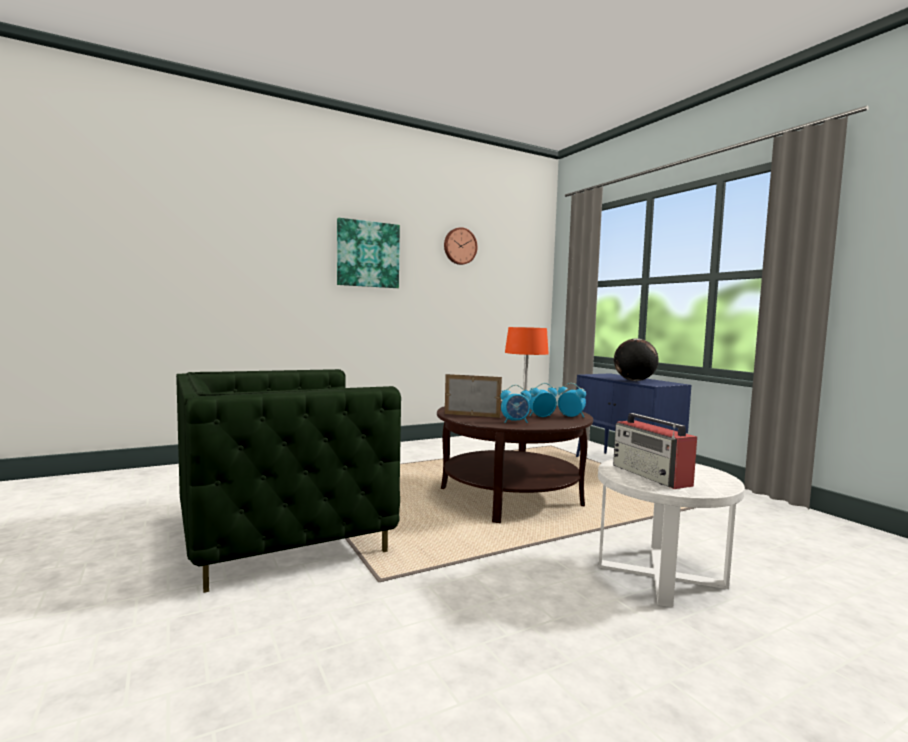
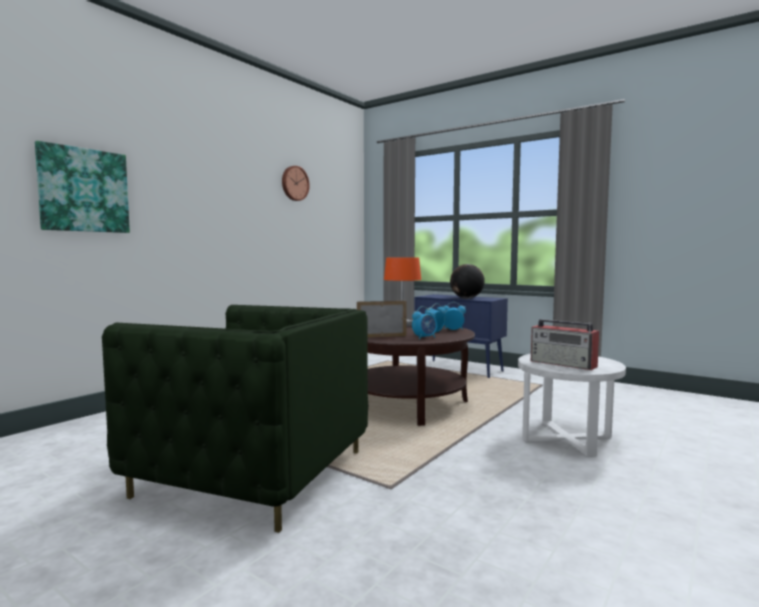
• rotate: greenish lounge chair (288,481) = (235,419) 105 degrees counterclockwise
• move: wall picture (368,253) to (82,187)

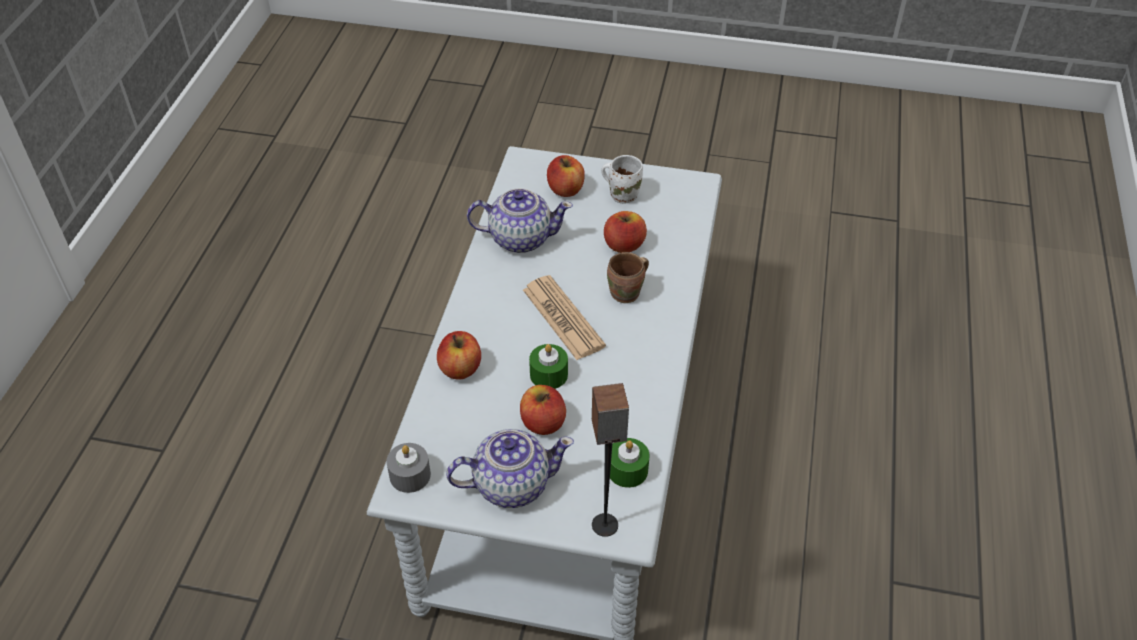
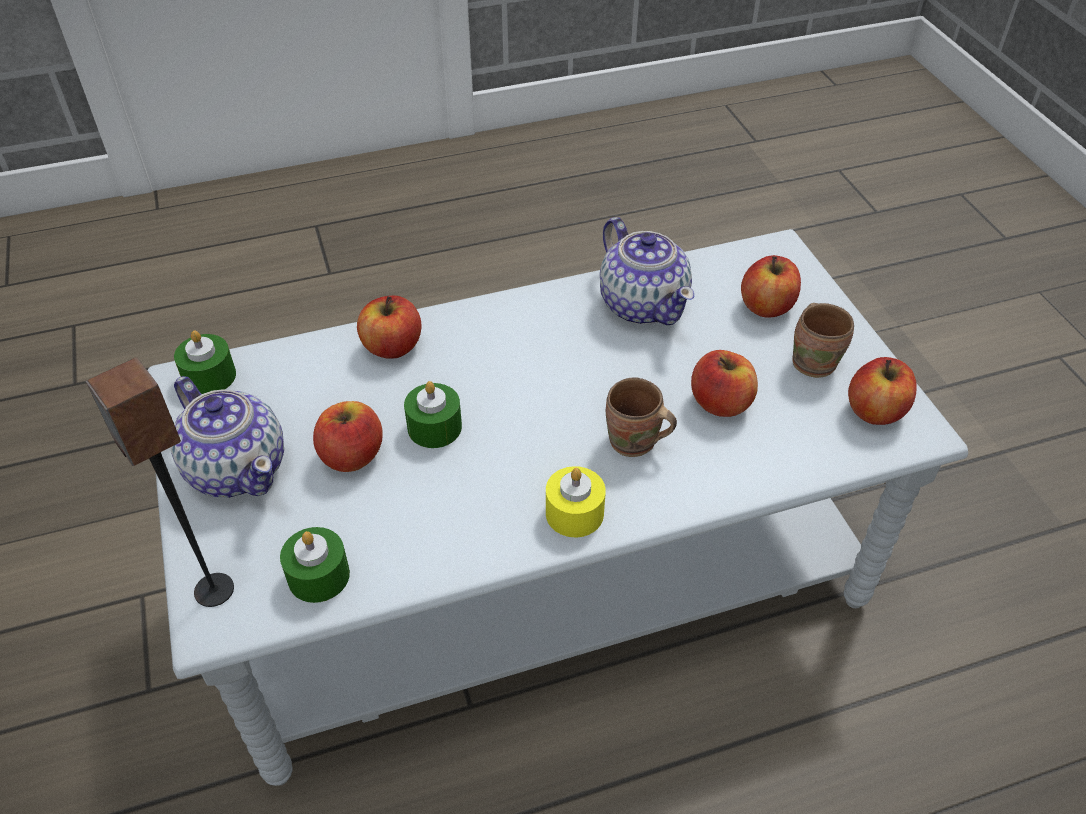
• recolor: greyish wax candle (408,468) to greenish wax candle (205,362)
• delete: printed paper (564,317)
• recolor: whitish tea mug (622,179) to brown-coloured tea mug (823,340)
• insert: yellow wax candle (576,501)
• insert: whole apple (882,391)

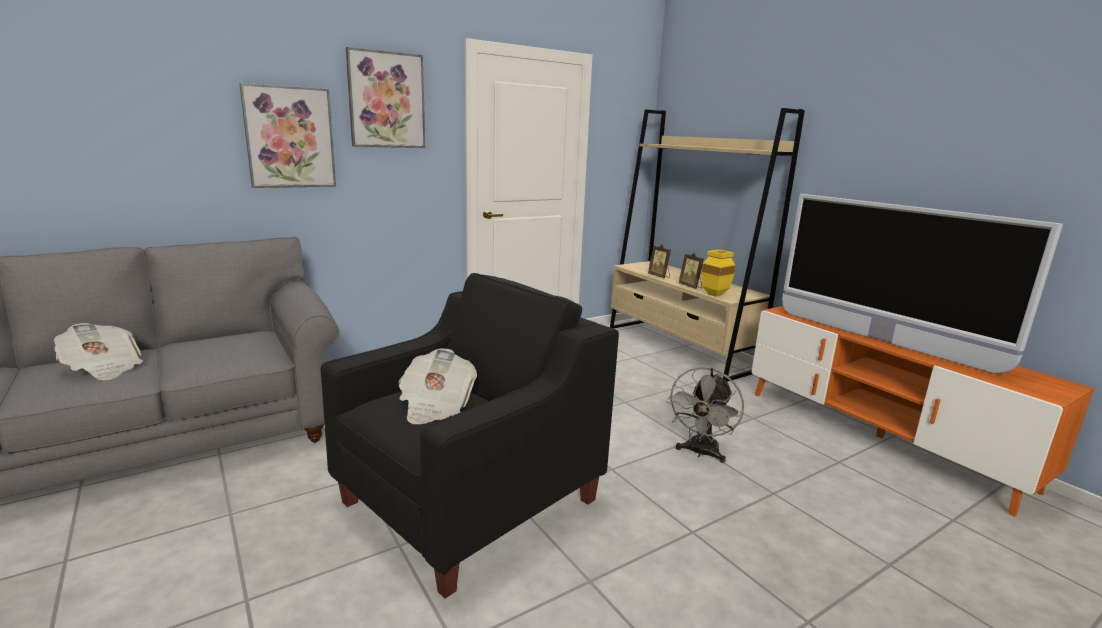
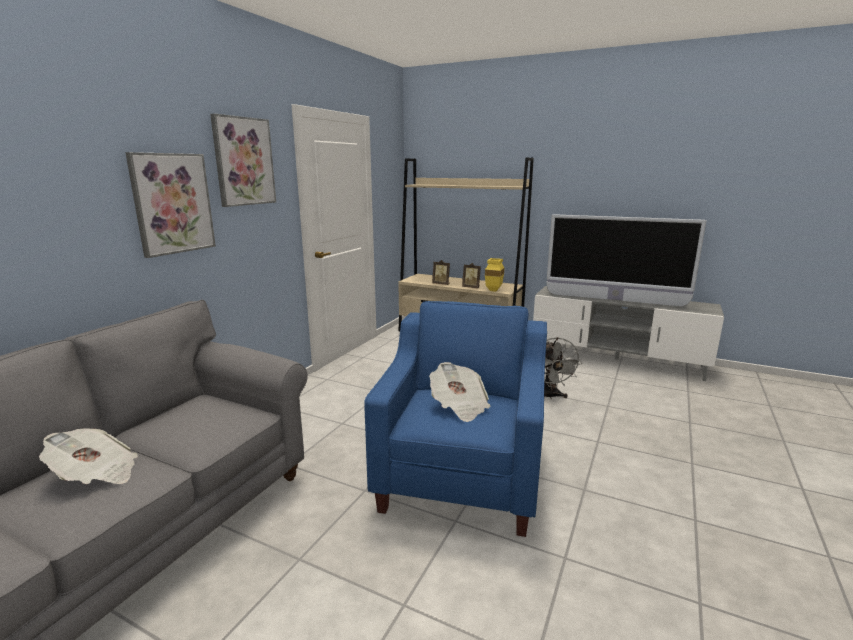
• recolor: blackish lounge chair (470,435) to blue-coloured lounge chair (455,419)
• recolor: orangey tv unit (923,411) to greyish tv unit (628,333)

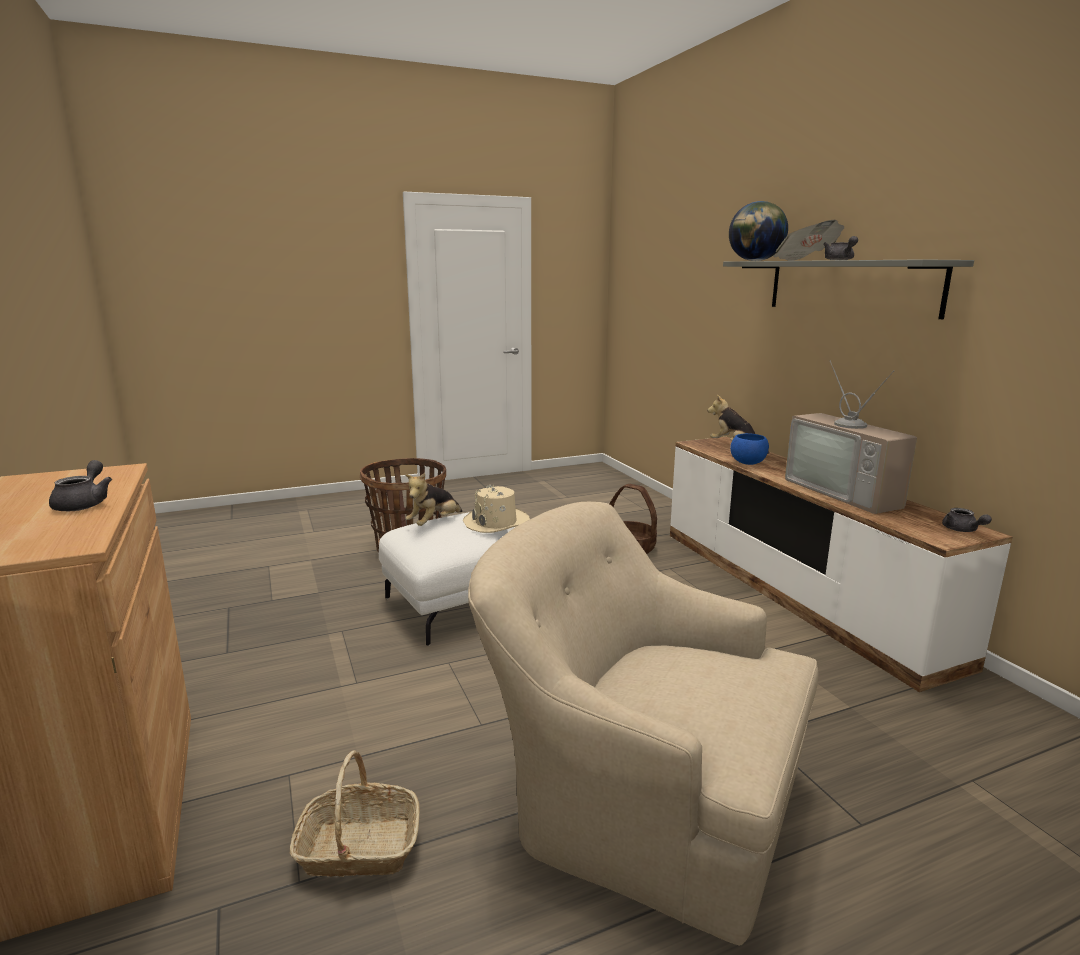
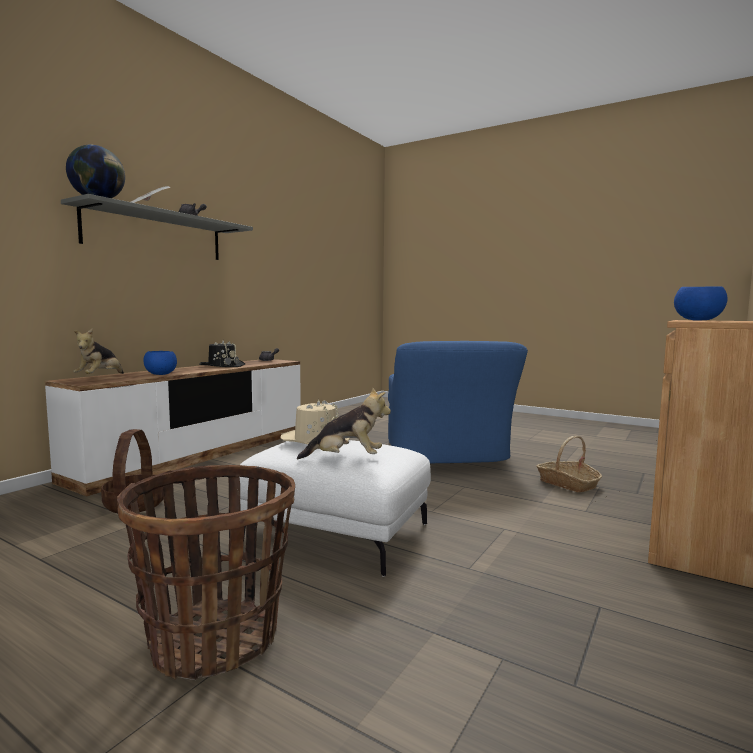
• replace: greyish teapot (80,485) to blue-coloured serving bowl (700,303)
• recolor: beige lounge chair (643,724) to blue-coloured lounge chair (458,402)
• replace: TV (851,437) to blackish hat (222,353)

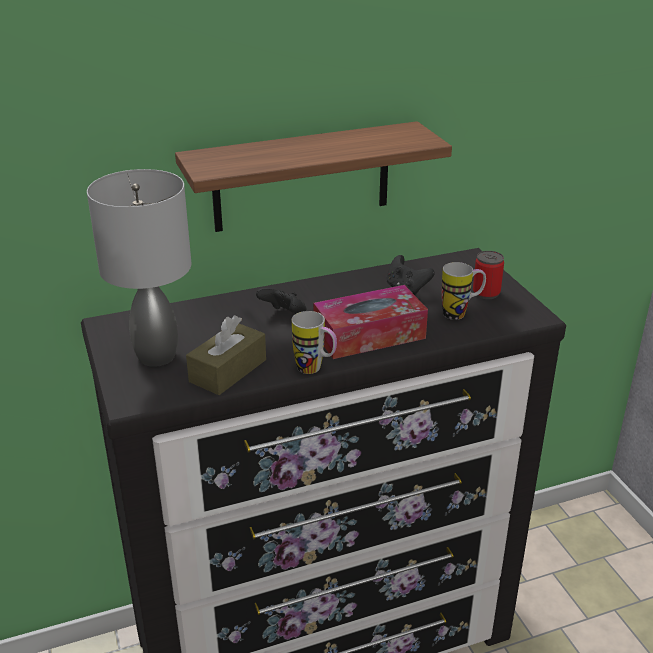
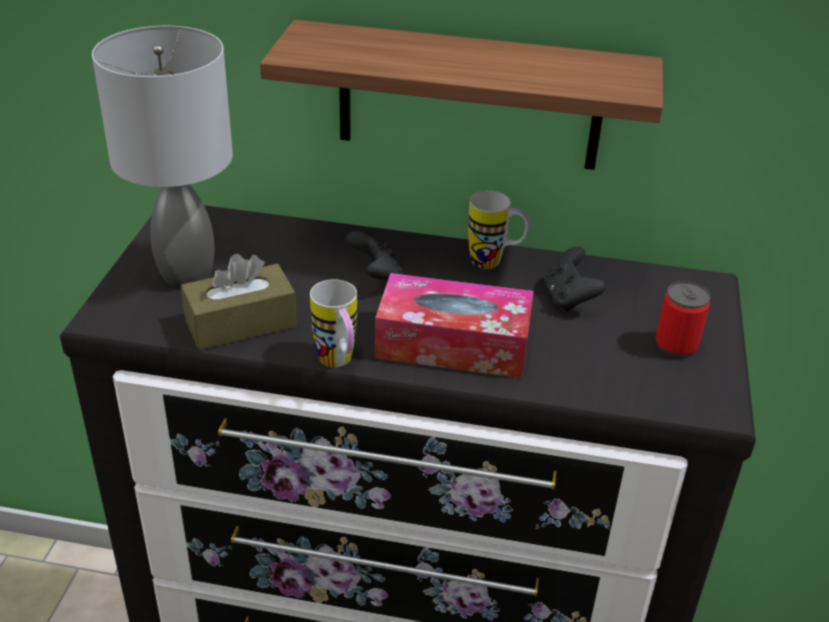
• move: tea mug (464,291) to (498,230)

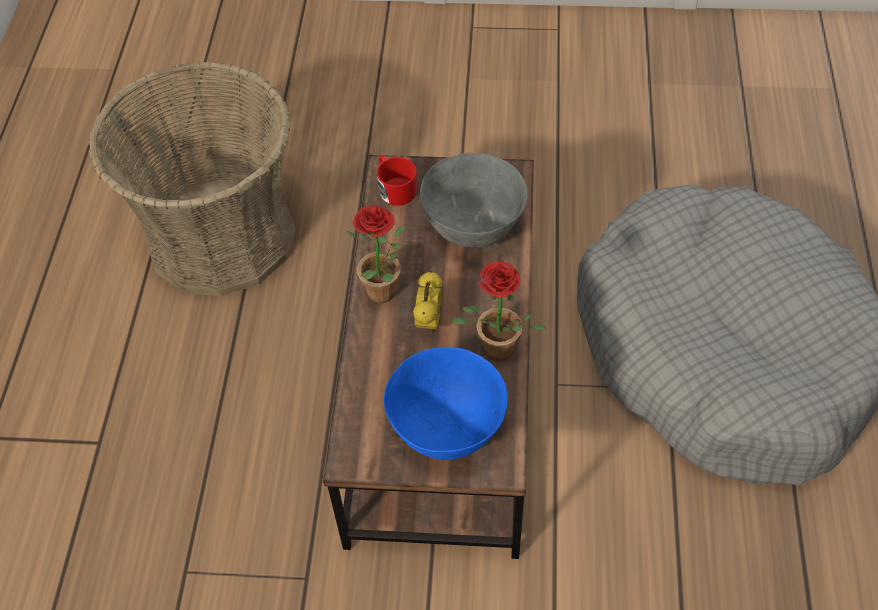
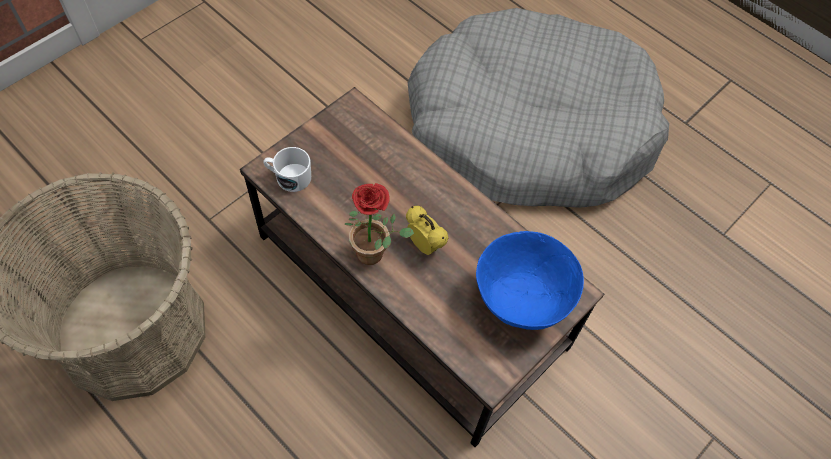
• recolor: reddish tea mug (397,180) to whitish tea mug (287,169)
• delete: greyish serving bowl (474,200)
• delete: houseplant (499,311)

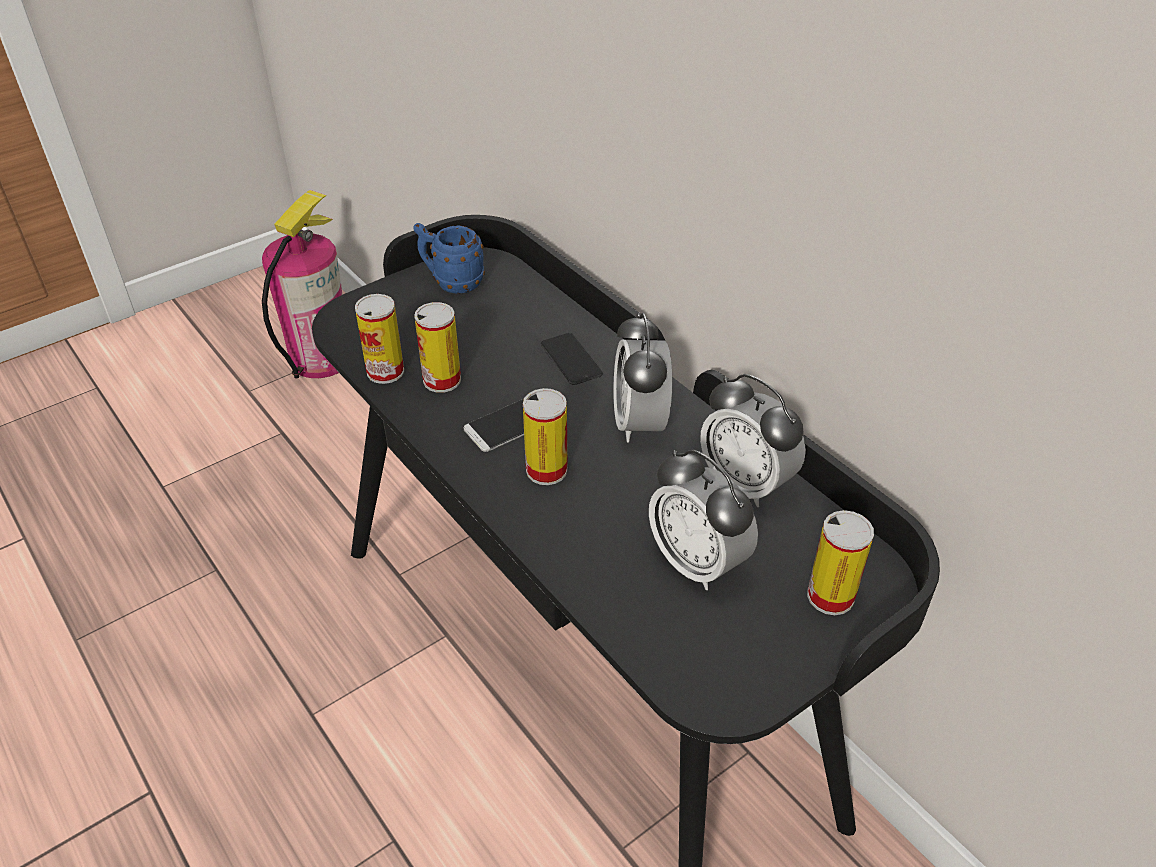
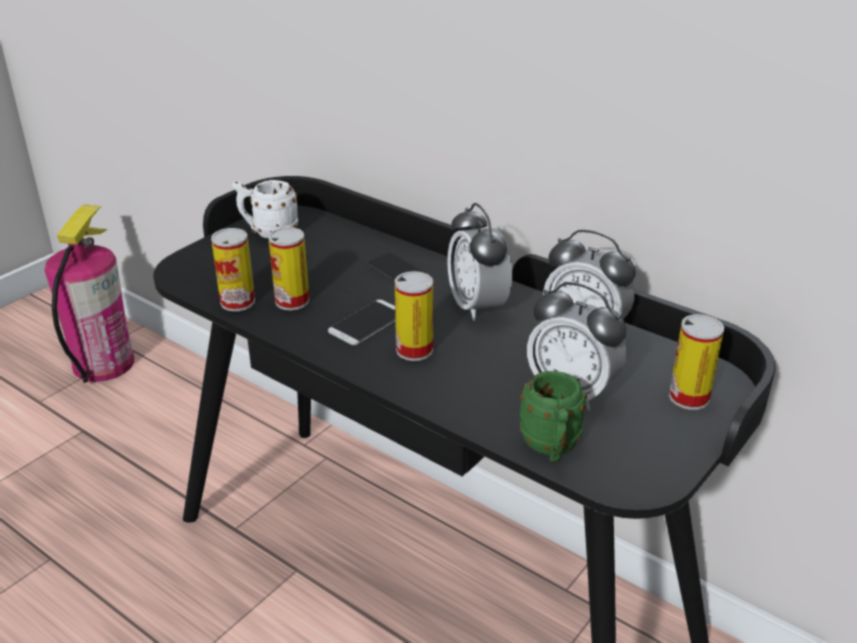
• recolor: blue-coloured tea mug (449,258) to whitish tea mug (265,209)
• insert: greenish tea mug (553,416)

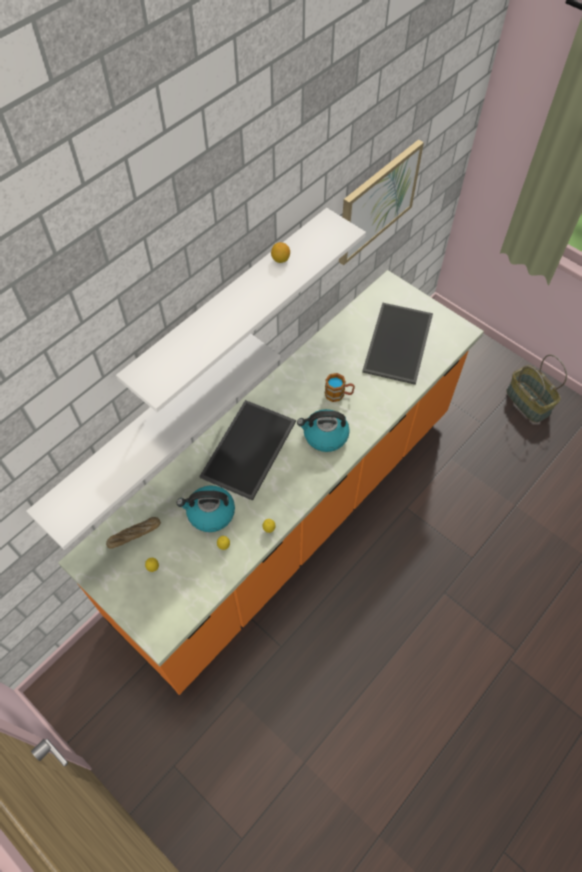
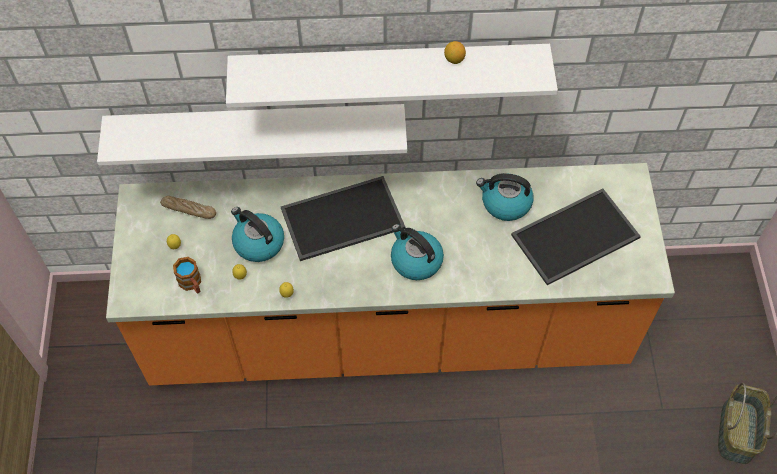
• move: tea mug (340,387) to (187,275)
• delete: wall picture (381,202)
• insert: tea kettle (504,197)

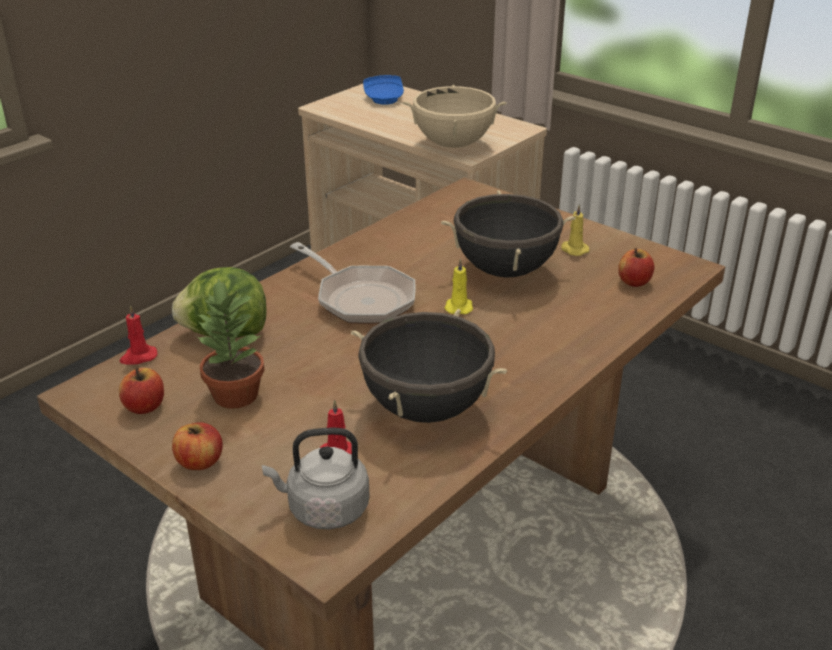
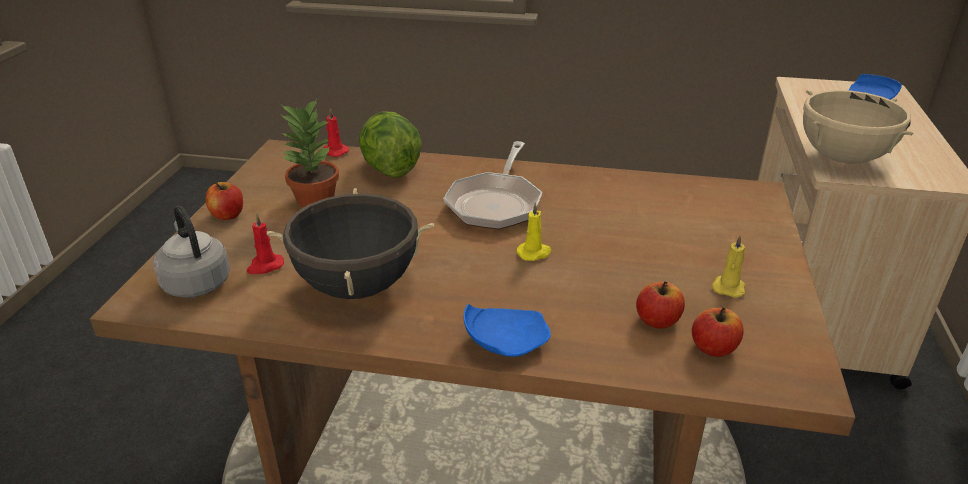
• move: whole apple (141,391) to (660,305)
• delete: blackish stockpot (508,233)
• insert: blue-coloured dinner plate (507,330)

